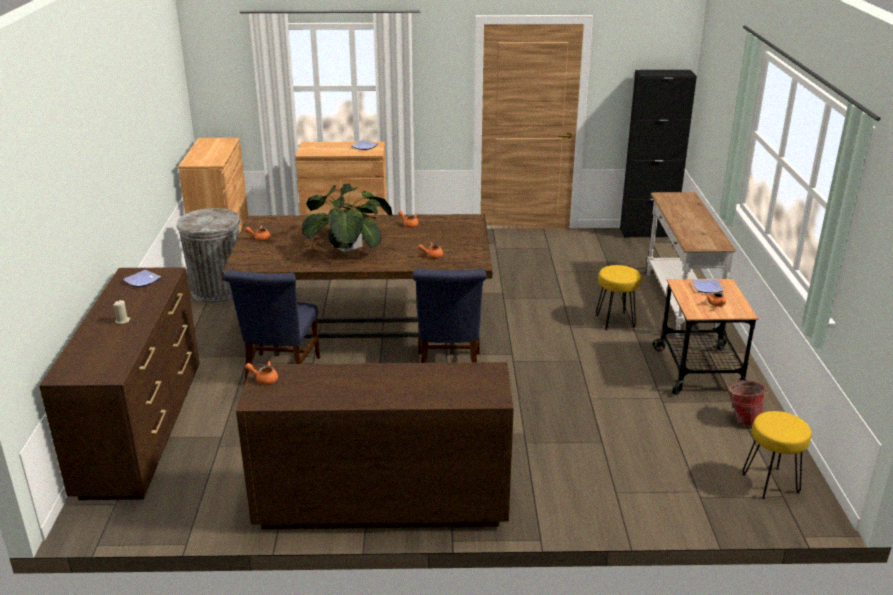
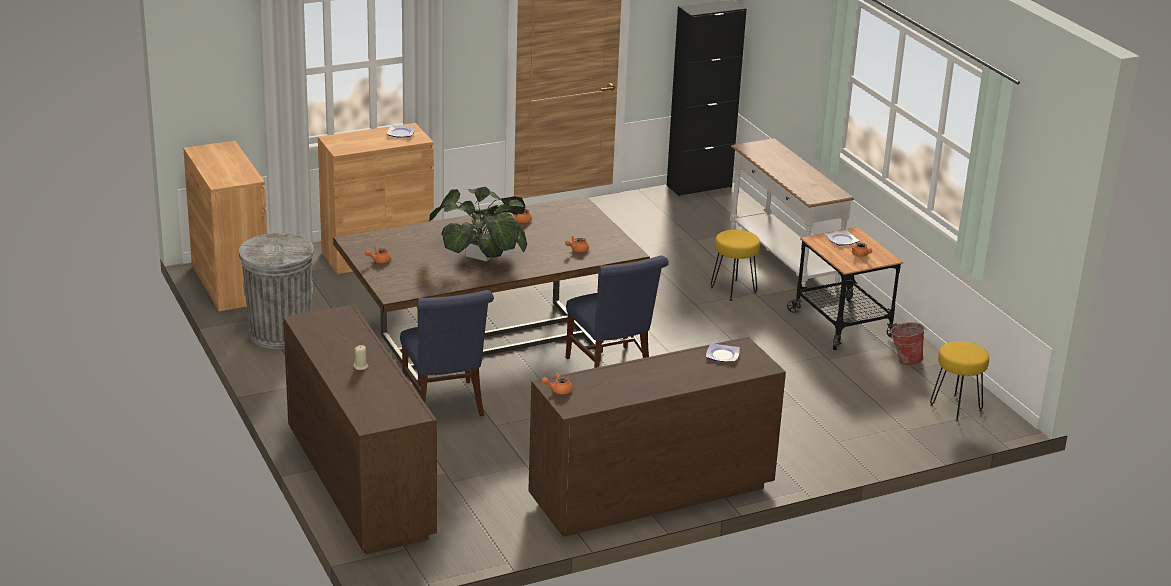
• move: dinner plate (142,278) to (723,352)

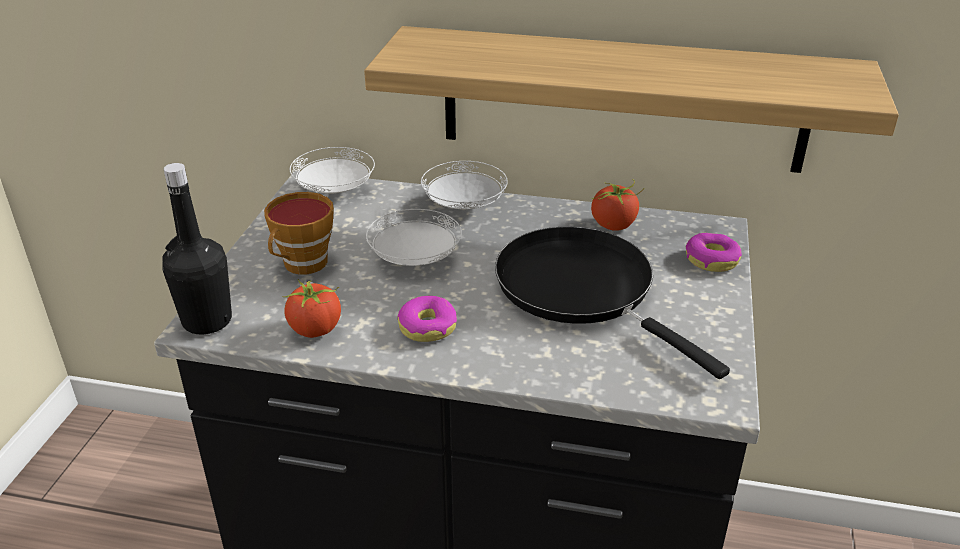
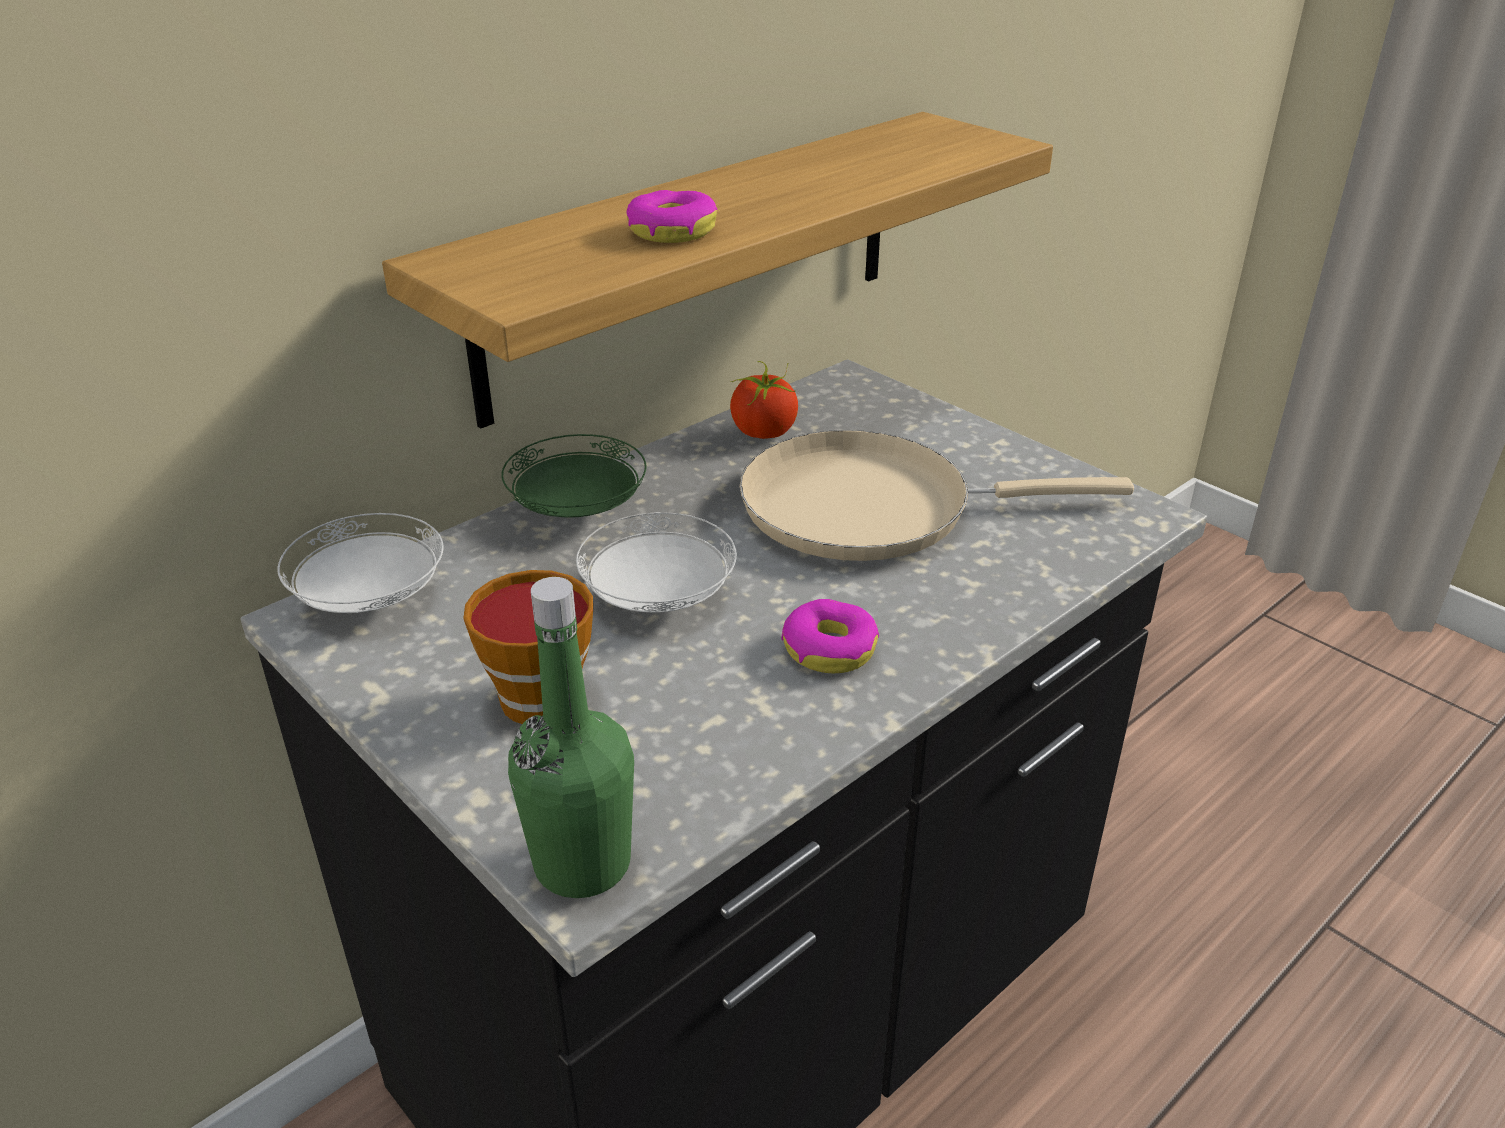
• recolor: blackish beverage bottle (197,248) to greenish beverage bottle (571,737)
• delete: fresh tomato (311,308)
• recolor: whitish dinner plate (464,185) to greenish dinner plate (574,476)
• recolor: blackish frying pan (612,303) to beige frying pan (937,495)
• move: doughnut (714,252) to (671,216)

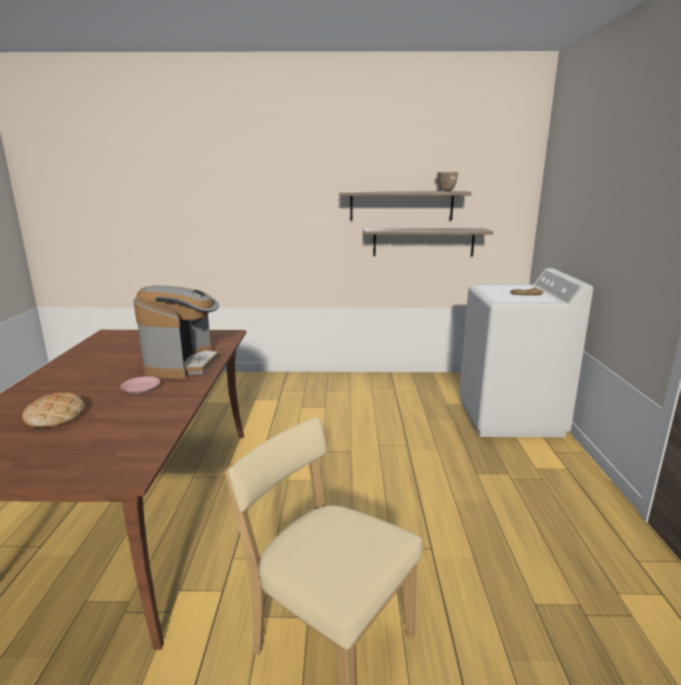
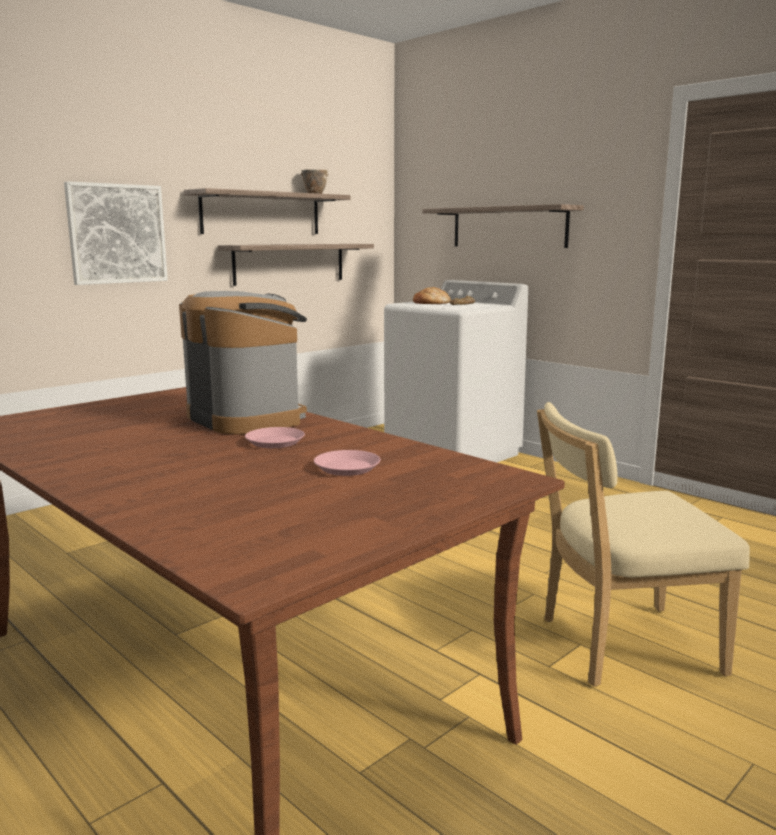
• move: baked bread (53,410) to (432,295)
• insert: wall picture (116,233)
• insert: pink dinner plate (347,463)
• insert: bracket shelf (503,226)

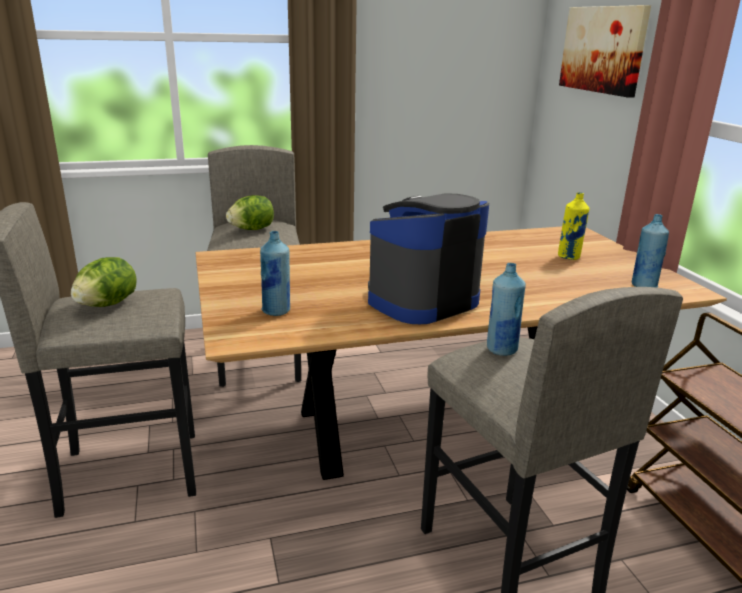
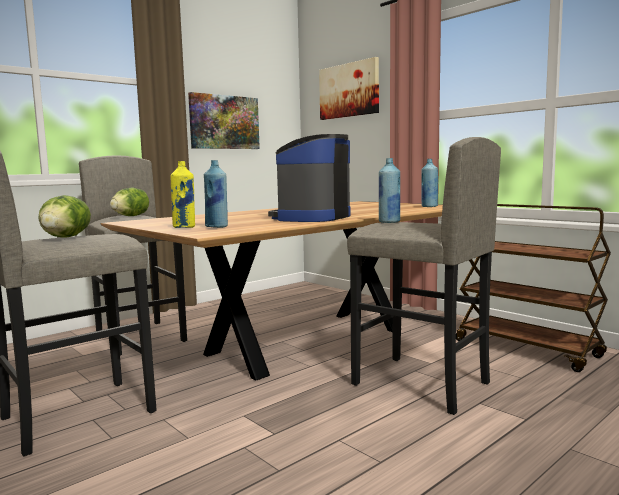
• move: yellow beverage bottle (573,226) to (183,194)
• insert: wall picture (224,120)

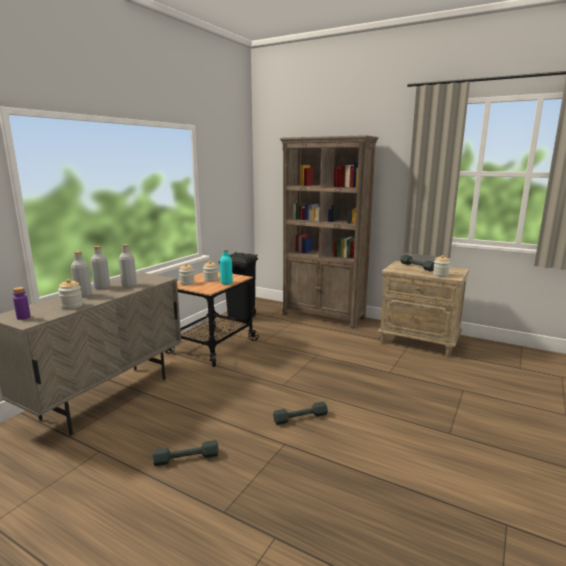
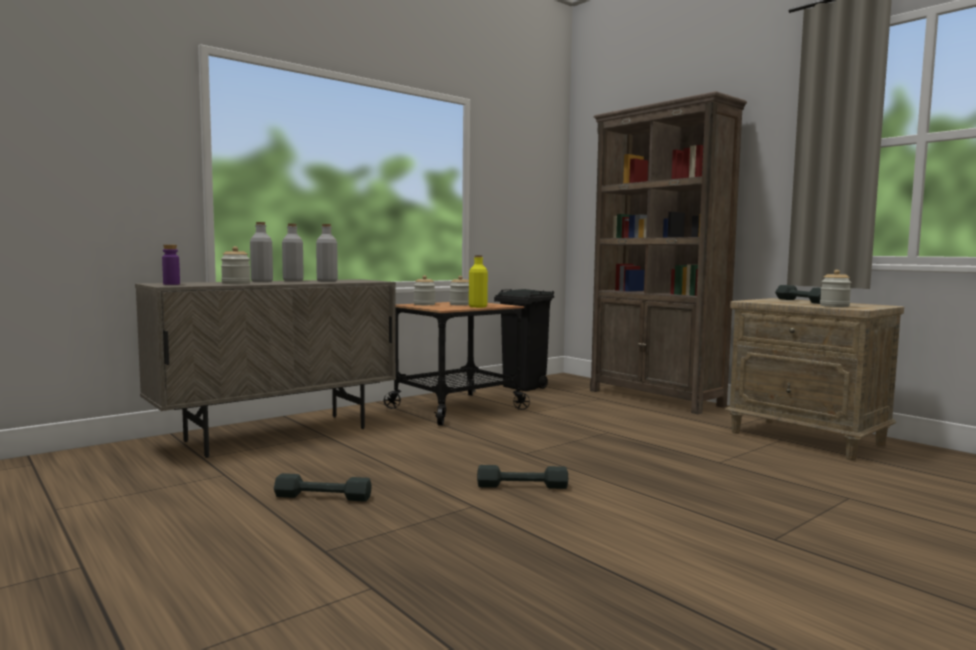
• recolor: turquoise-coloured beverage bottle (226,267) to yellow beverage bottle (478,281)

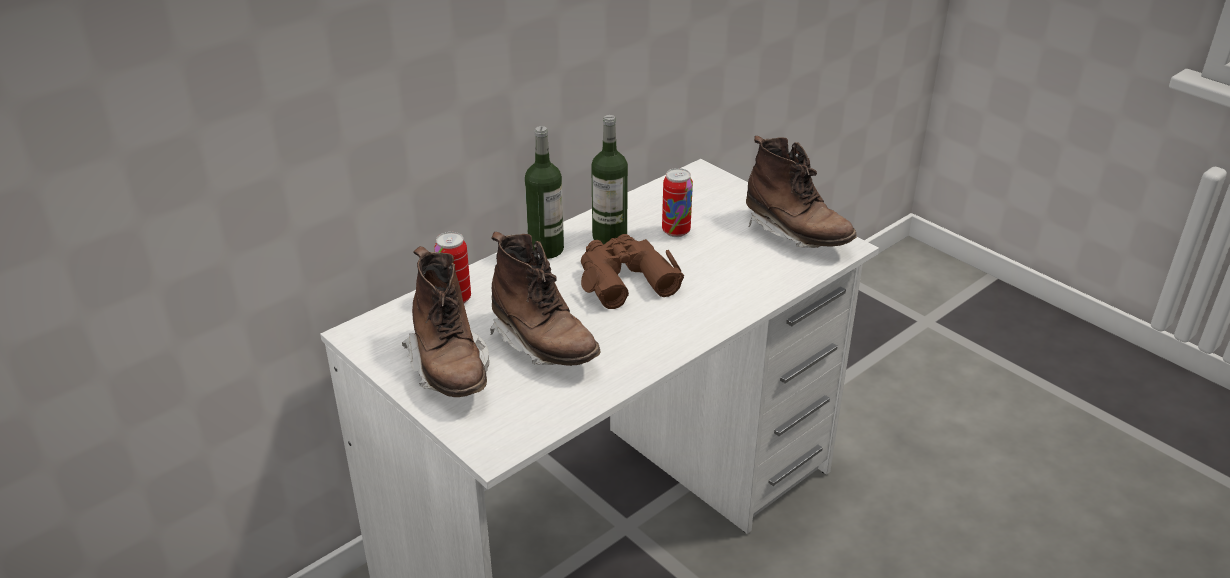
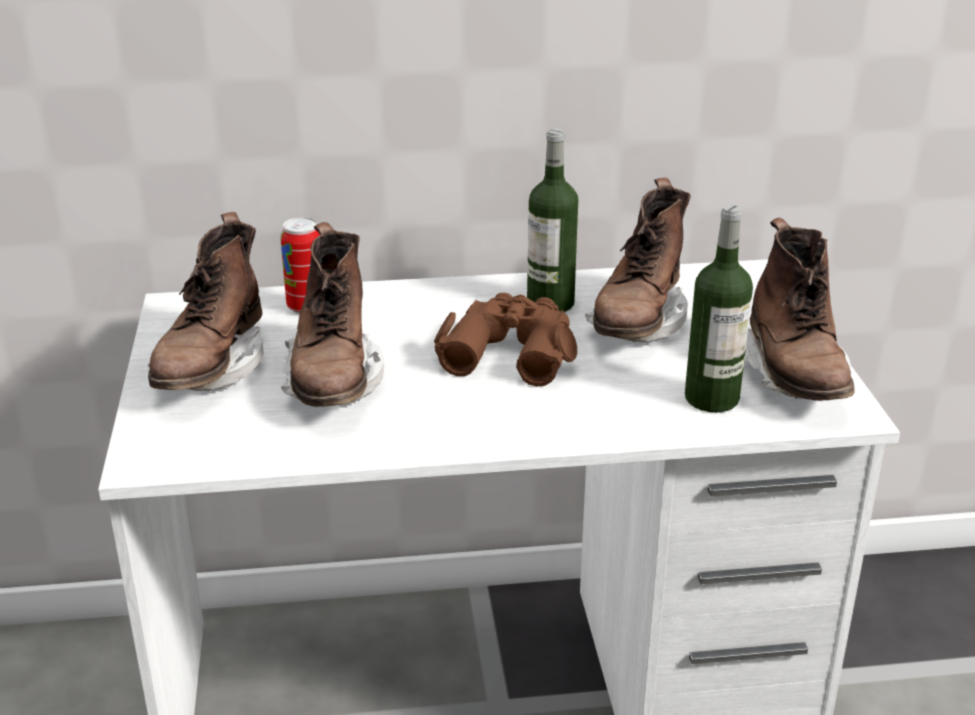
• move: beverage bottle (544,192) to (719,308)
• replace: sealed can (677,202) to brown-coloured high-top boot (638,260)

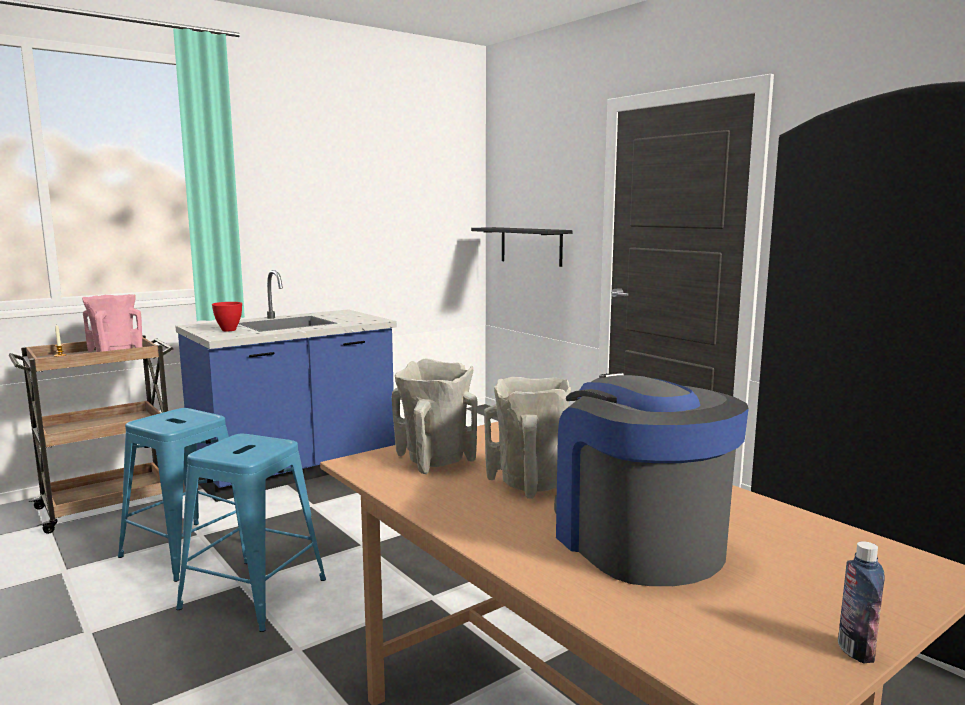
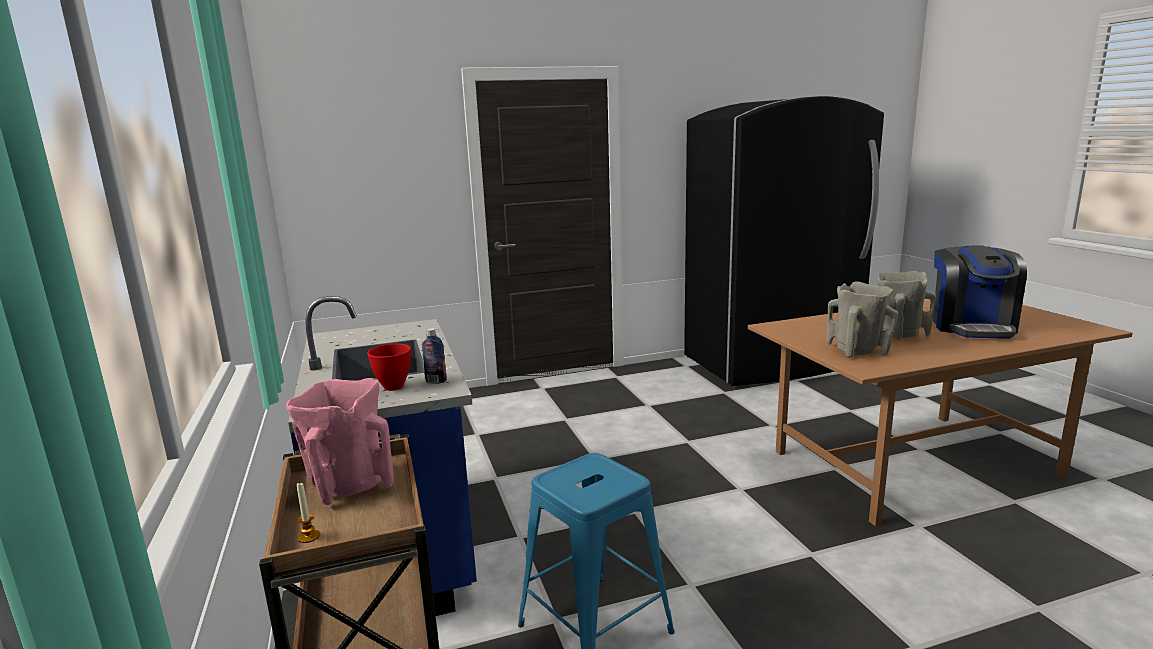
• delete: blue-coloured stool seat (251,533)
• delete: blackish bracket shelf (522,247)
• rotate: coffee brewer (651,479) = (980,292) 75 degrees counterclockwise
• move: beverage bottle (861,602) to (434,356)

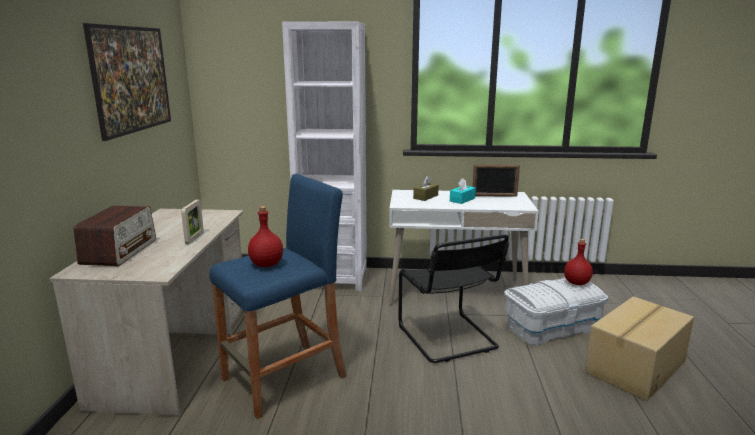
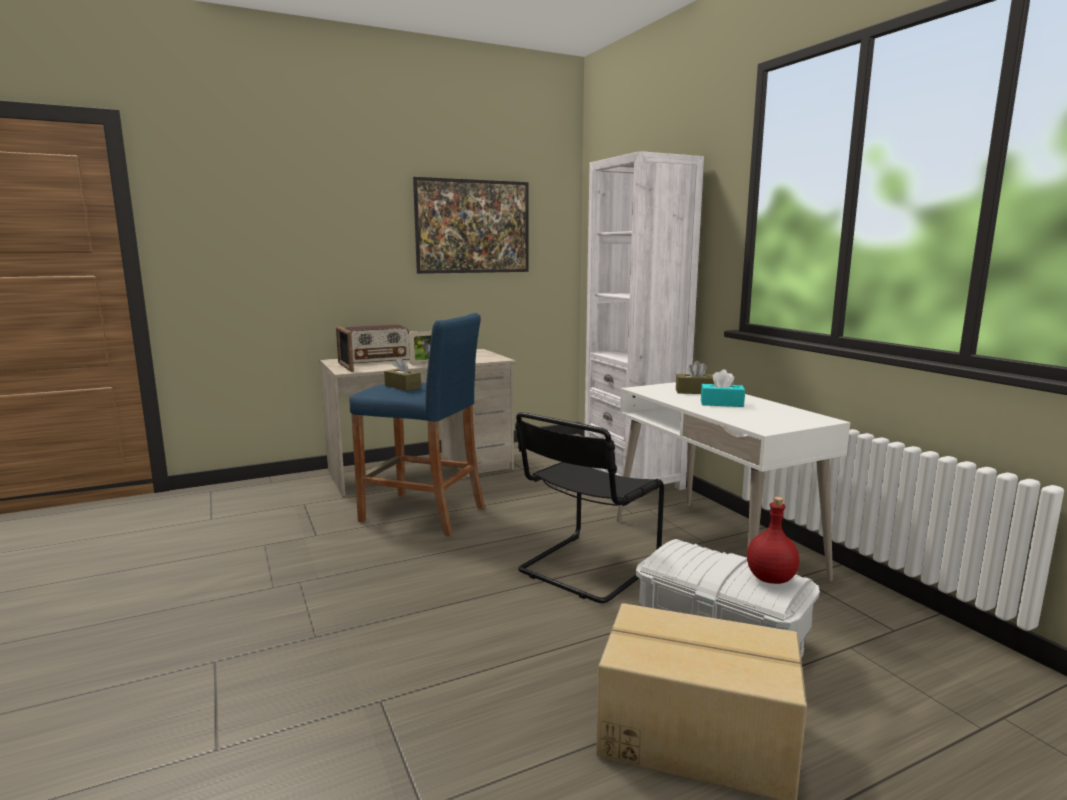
• replace: reddish beverage bottle (265,236) to brown-coloured tissue box (402,374)
• move: picture frame (496,181) to (345,349)

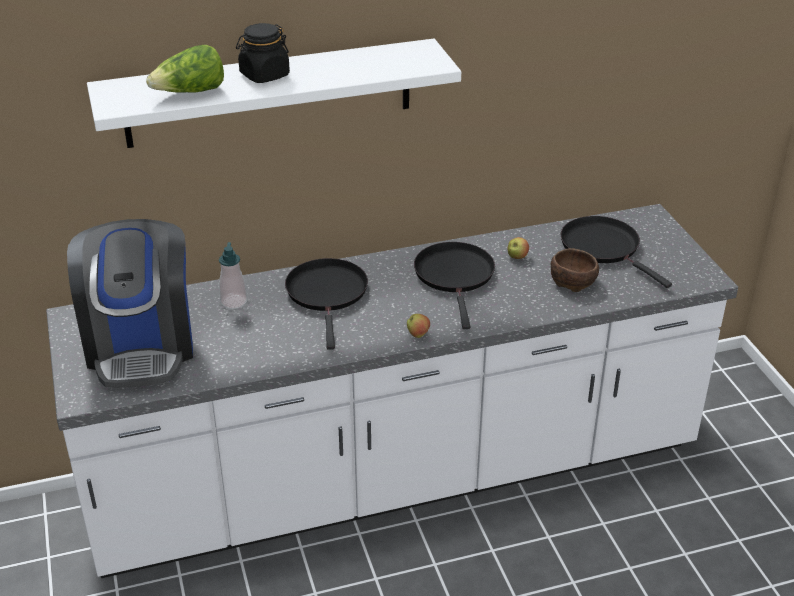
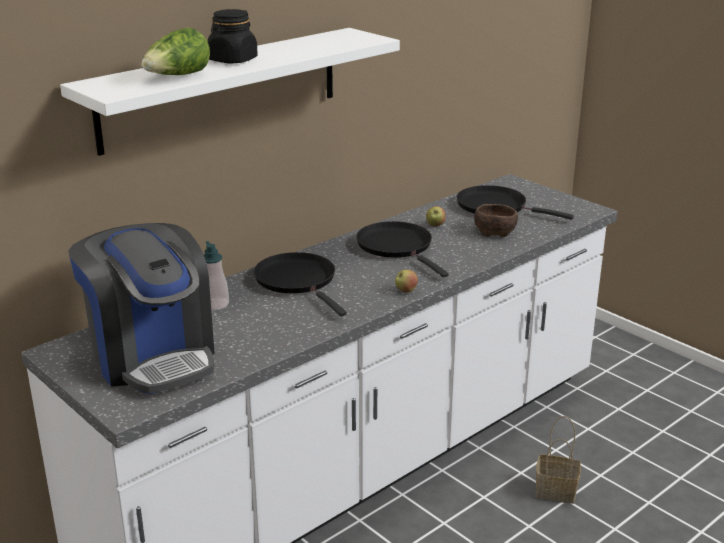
• insert: household basket (558,460)

